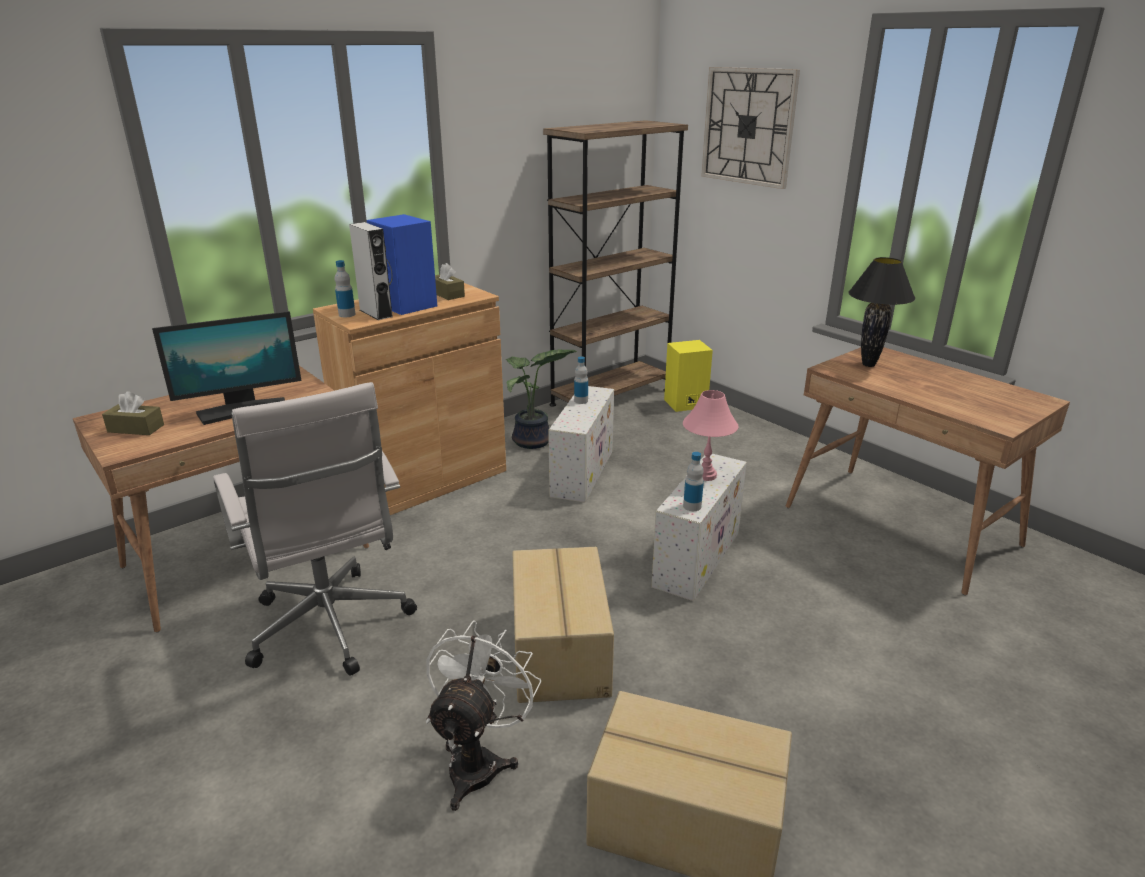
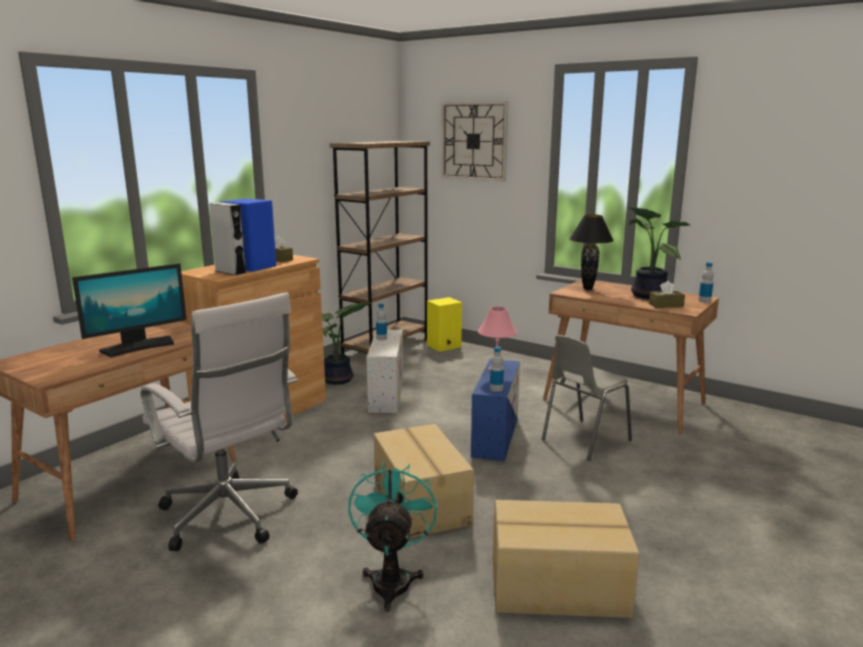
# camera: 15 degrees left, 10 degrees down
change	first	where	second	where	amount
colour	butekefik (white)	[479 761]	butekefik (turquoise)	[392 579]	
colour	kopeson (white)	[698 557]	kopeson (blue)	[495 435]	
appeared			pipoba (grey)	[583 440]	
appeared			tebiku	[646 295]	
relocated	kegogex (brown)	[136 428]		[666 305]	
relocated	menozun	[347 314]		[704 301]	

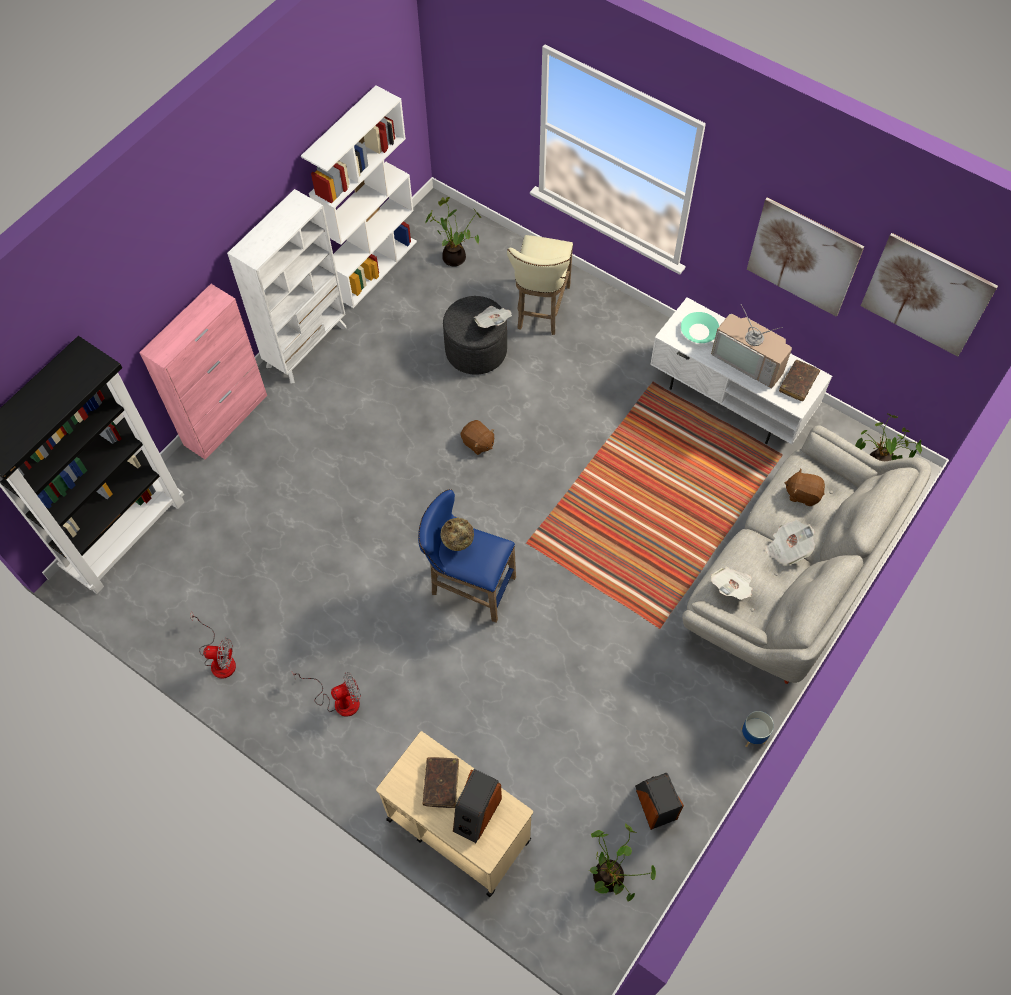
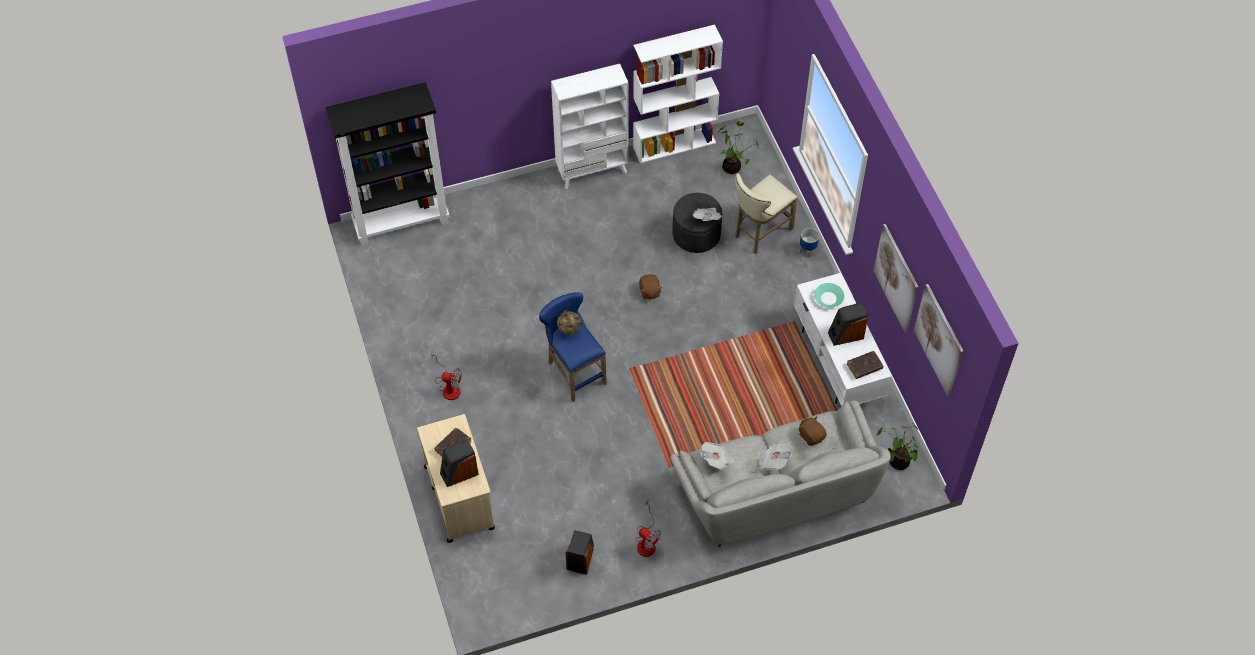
# camera: 35 degrees right, 5 degrees down
change	first	where	second	where	amount
relocated	butekefik	[219 659]		[646 541]	
relocated	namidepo	[753 736]		[807 250]	
exchanged	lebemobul	[750 360]	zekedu	[845 335]	
missing	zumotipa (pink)	[226 419]			
missing	tebiku	[611 876]			

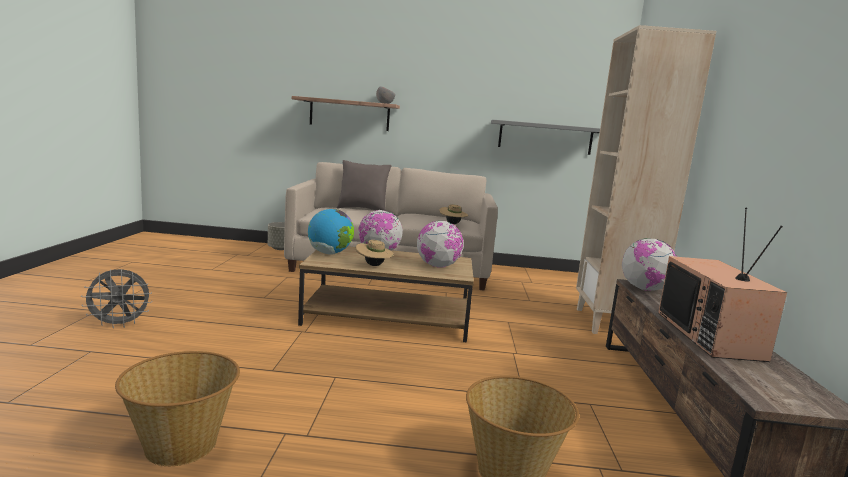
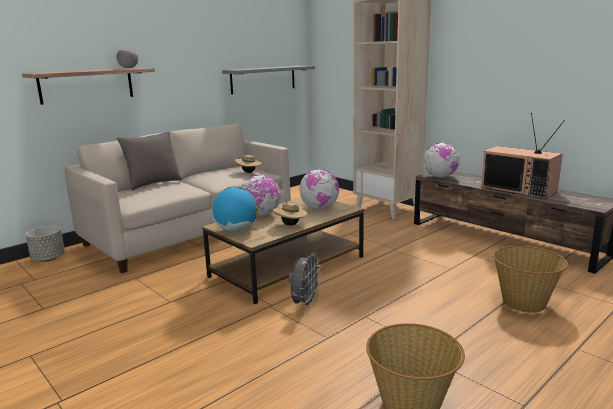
# camera: 45 degrees left, 5 degrees up
change	first	where	second	where	amount
relocated	butekefik (grey)	[120 324]		[305 304]	

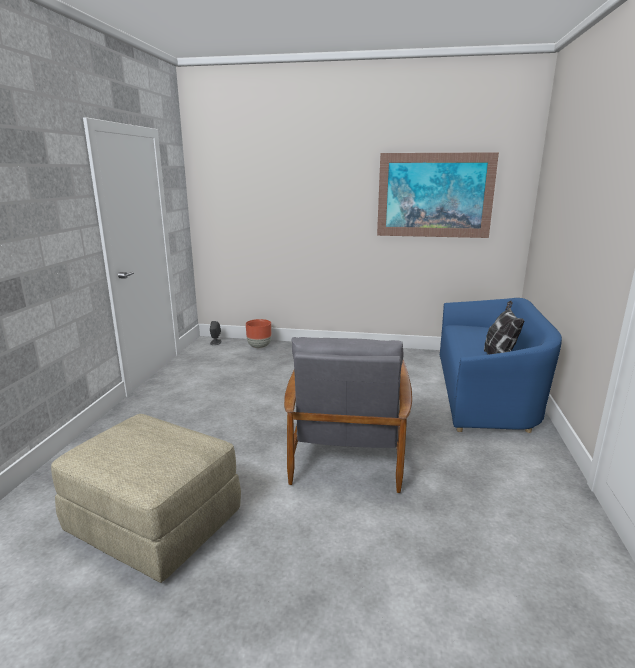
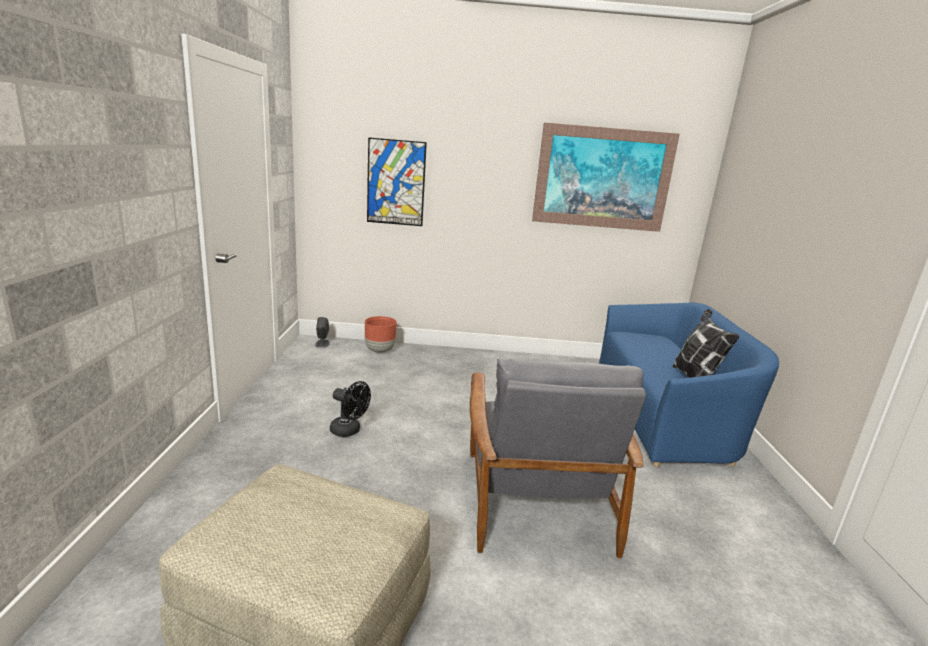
# camera: 10 degrees left, 0 degrees up
change	first	where	second	where	amount
appeared			butekefik (black)	[349 431]	
appeared			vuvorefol	[396 182]	

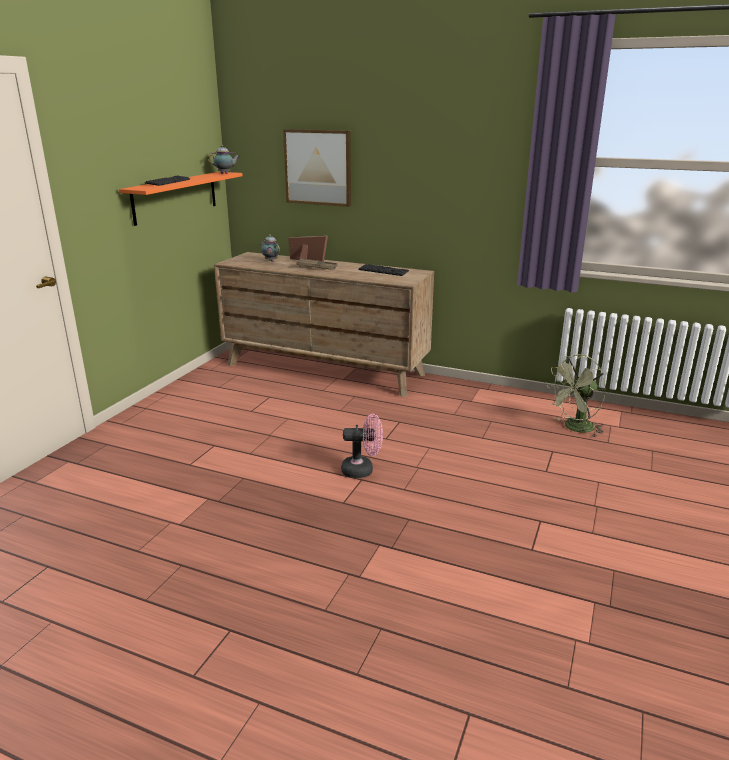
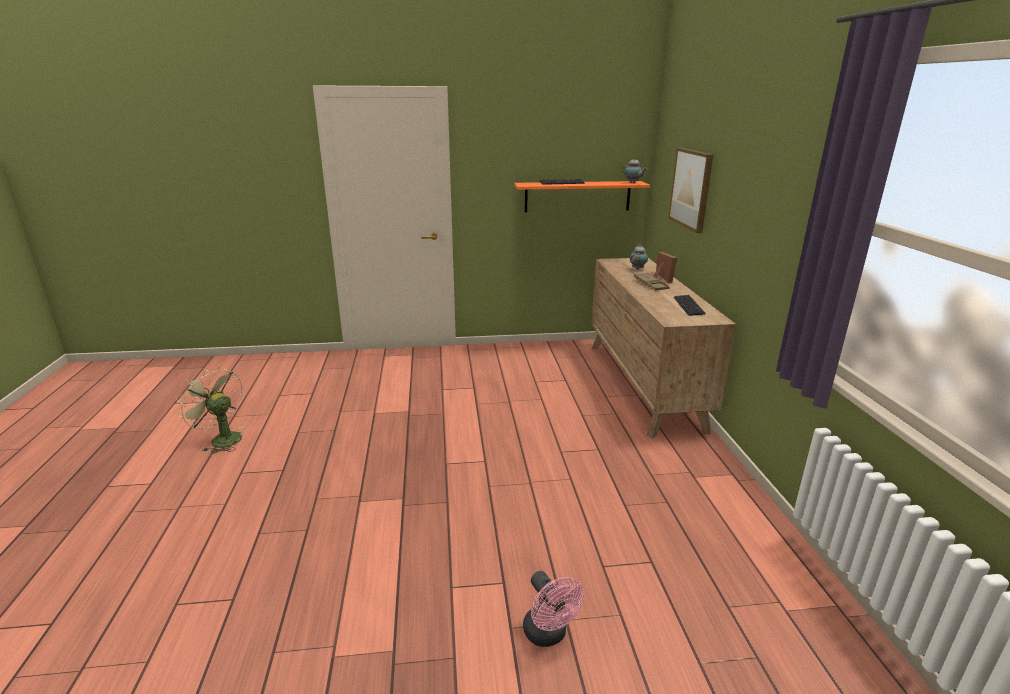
# camera: 60 degrees right, 0 degrees up
change	first	where	second	where	amount
relocated	butekefik (green)	[575 428]		[221 439]	
relocated	butekefik (pink)	[363 470]		[548 635]	

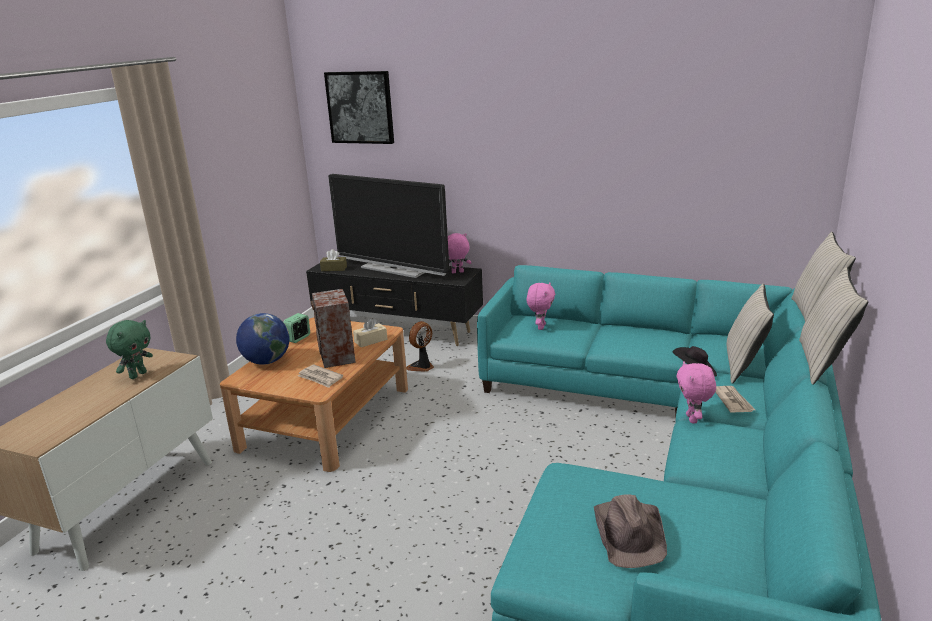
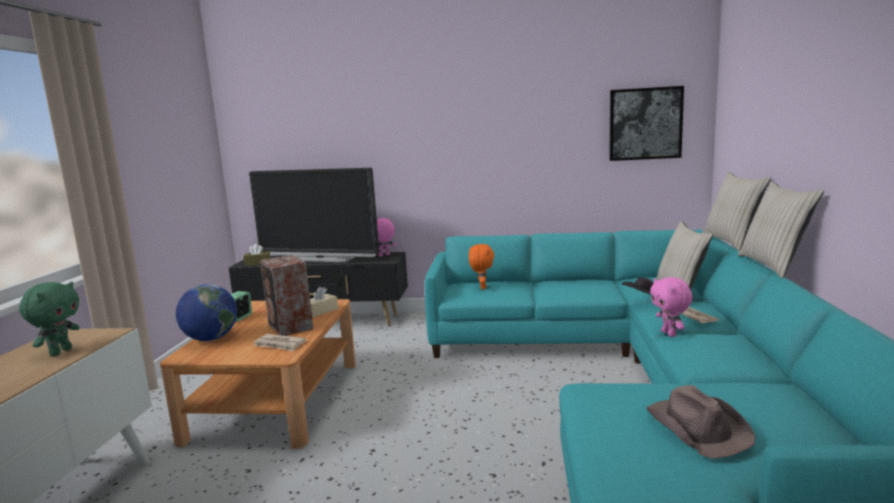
# camera: 15 degrees left, 10 degrees down
change	first	where	second	where	amount
colour	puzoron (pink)	[540 327]	puzoron (orange)	[482 287]	
relocated	vuvorefol	[360 107]		[645 124]	
missing	butekefik	[422 367]			

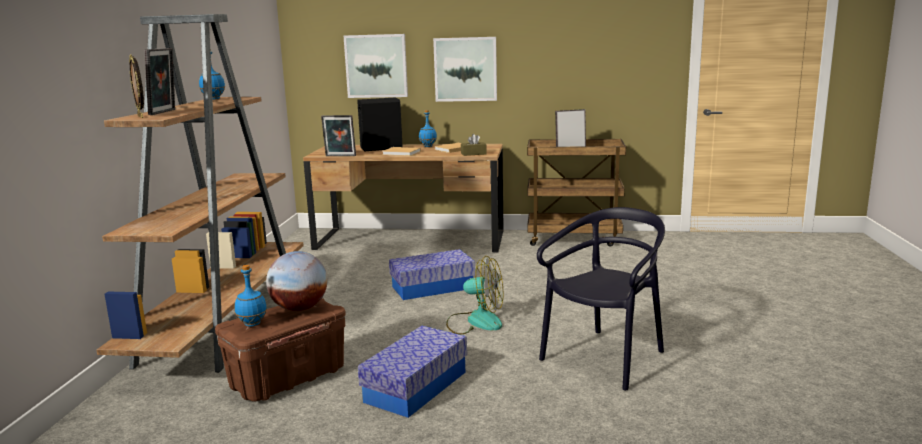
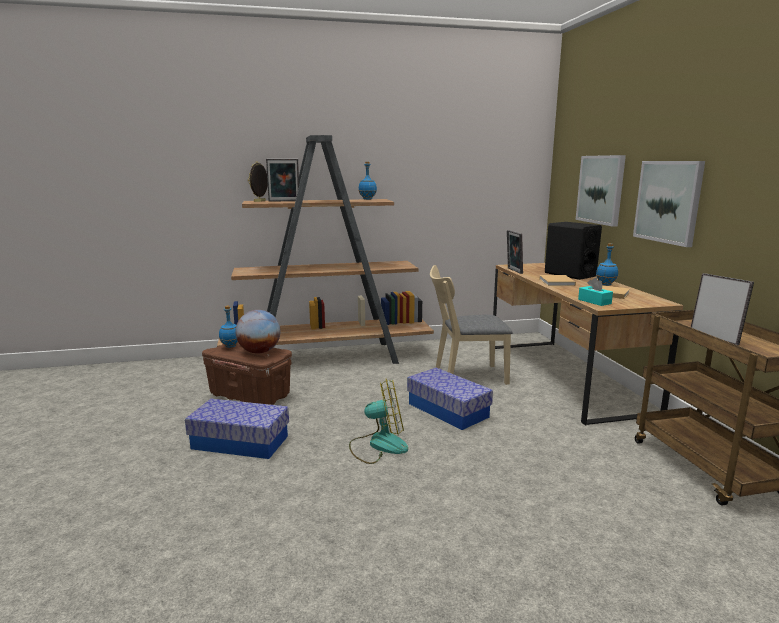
# camera: 70 degrees right, 0 degrees up
change	first	where	second	where	amount
spun	butekefik	[475 321]		[378 445]	90 degrees counterclockwise
appeared			pipoba (beige)	[464 376]	
colour	kegogex (brown)	[473 154]	kegogex (turquoise)	[594 301]	
missing	pipoba (black)	[605 358]			

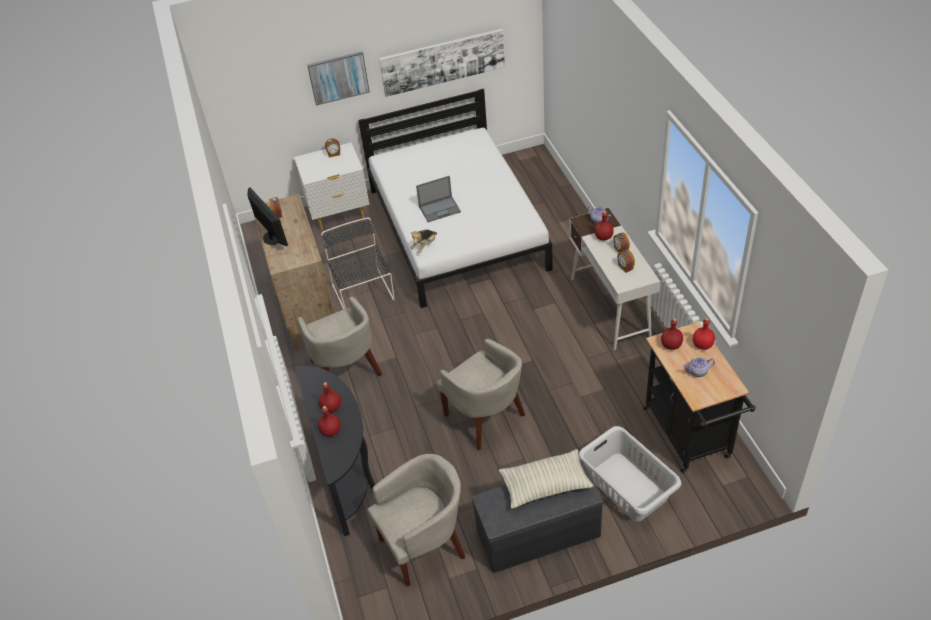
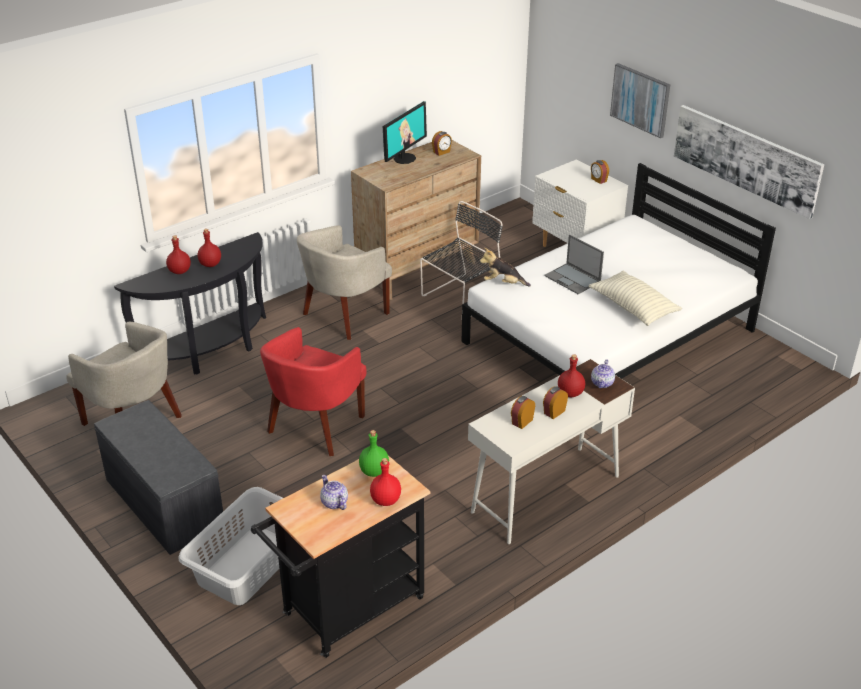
# camera: 65 degrees right, 10 degrees down
change	first	where	second	where	amount
colour	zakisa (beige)	[486 418]	zakisa (red)	[315 427]	
colour	menozun (red)	[671 345]	menozun (green)	[374 472]	
relocated	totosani	[545 485]		[633 308]	

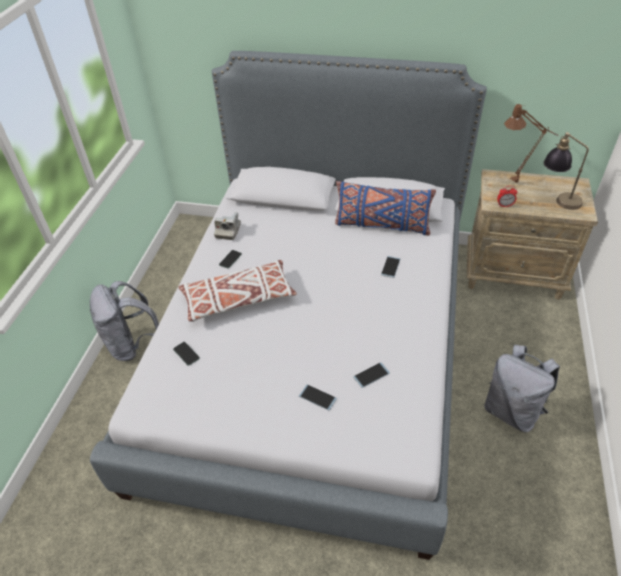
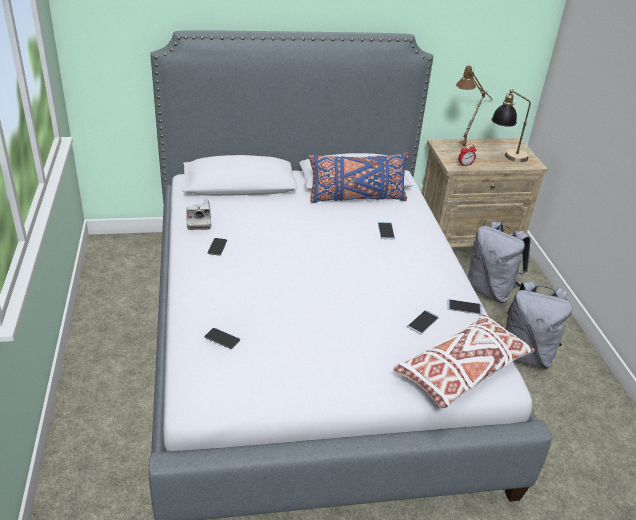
# camera: 25 degrees left, 10 degrees down
change	first	where	second	where	amount
relocated	totosani (white)	[238 299]		[461 371]	
relocated	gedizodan	[317 397]		[464 307]	
relocated	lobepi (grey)	[132 344]		[490 291]	

